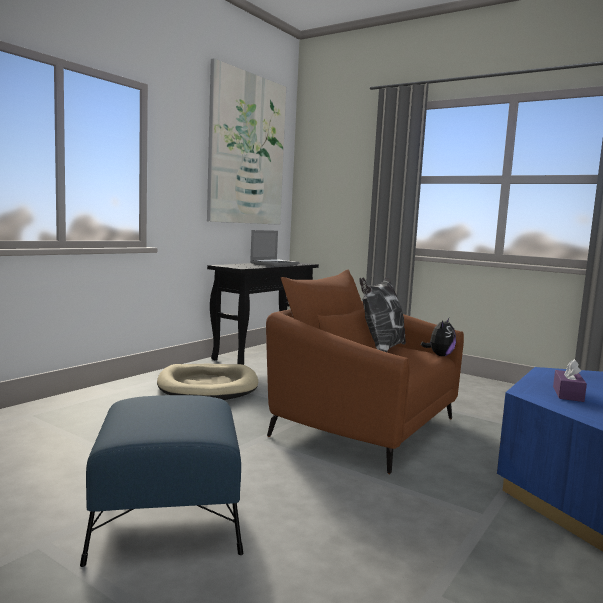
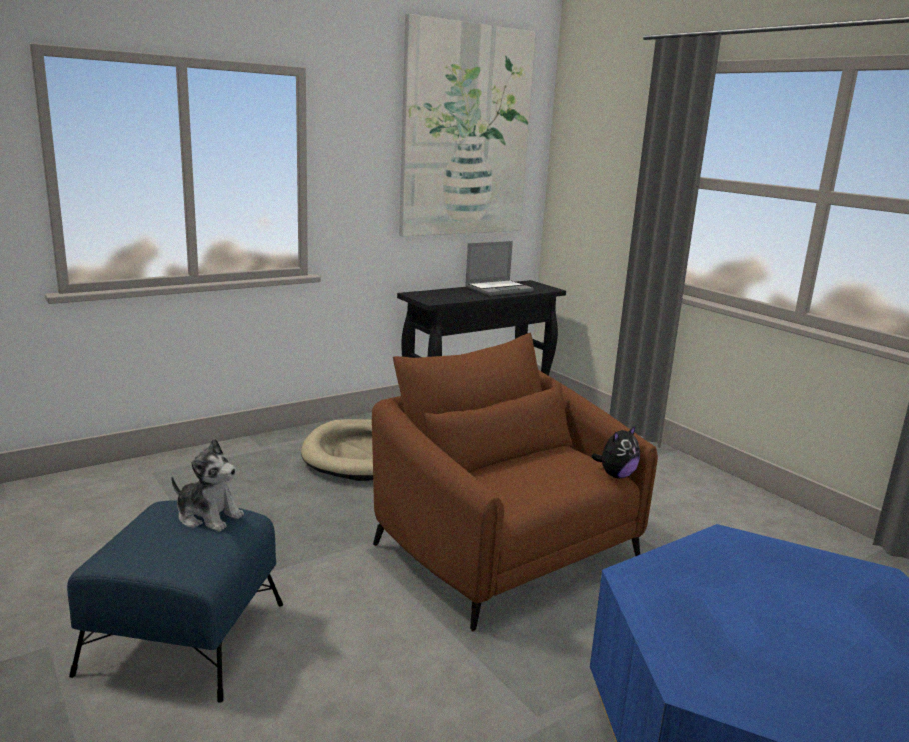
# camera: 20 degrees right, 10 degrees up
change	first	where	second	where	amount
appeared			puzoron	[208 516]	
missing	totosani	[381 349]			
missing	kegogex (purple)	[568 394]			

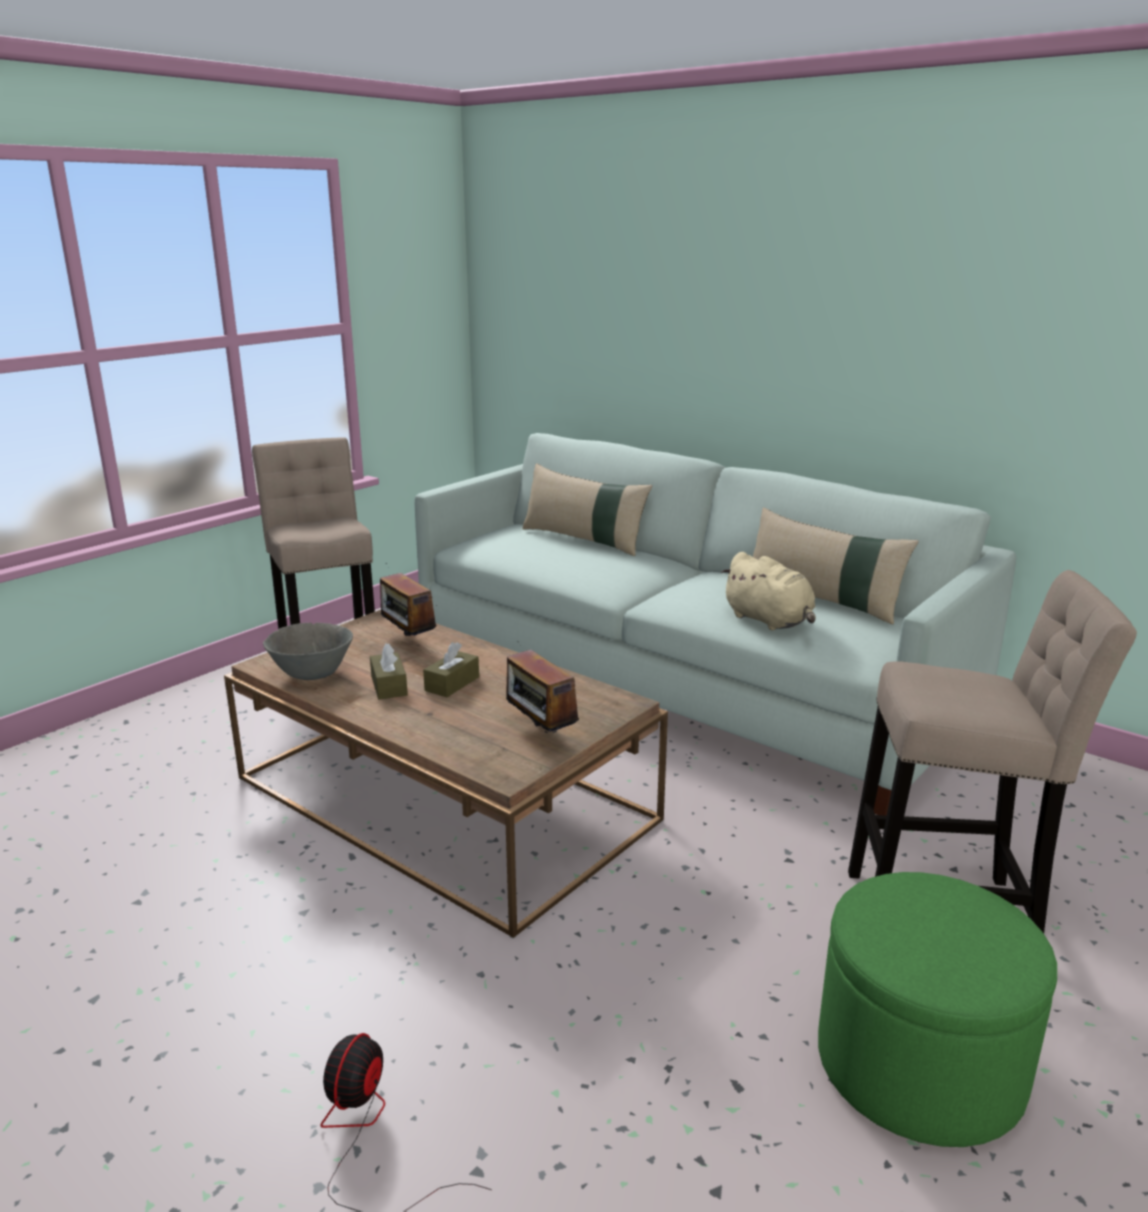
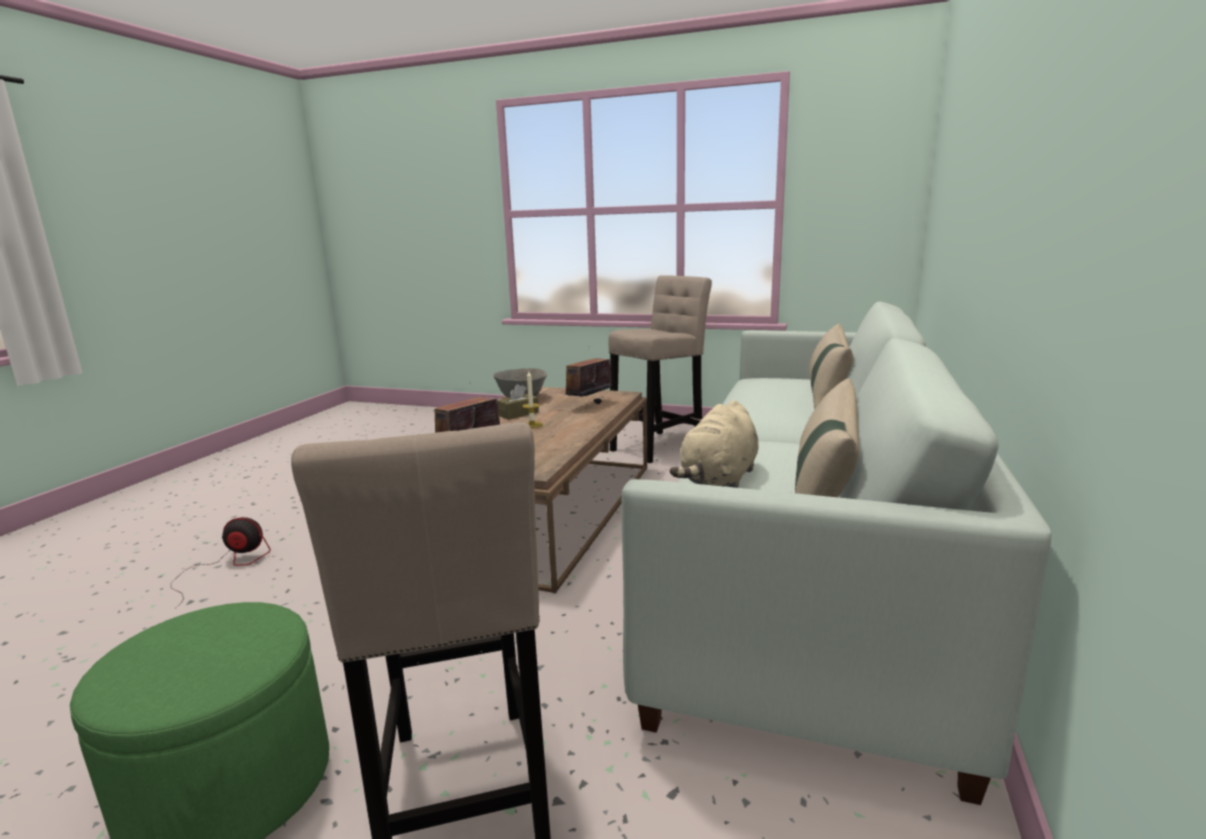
# camera: 70 degrees right, 5 degrees down
change	first	where	second	where	amount
exchanged	kegogex (brown)	[452 684]	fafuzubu	[532 425]	

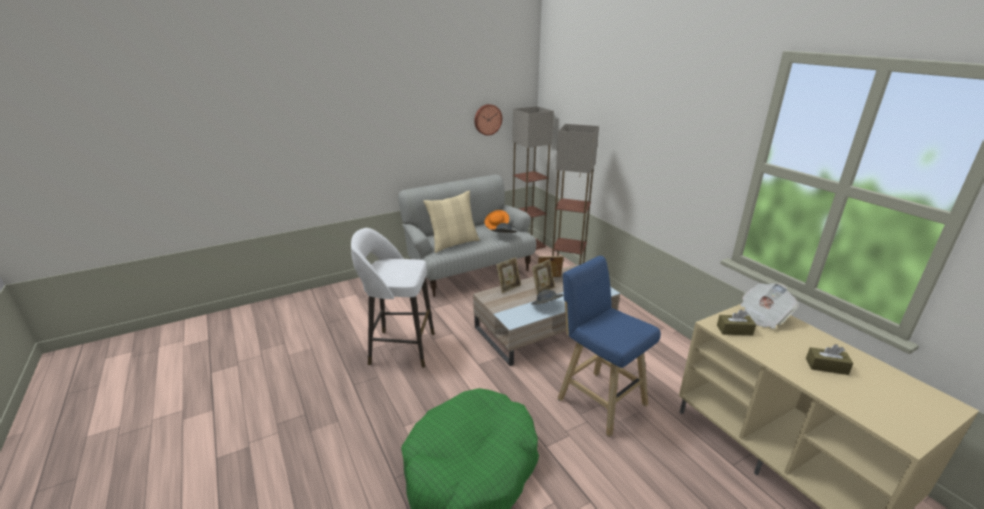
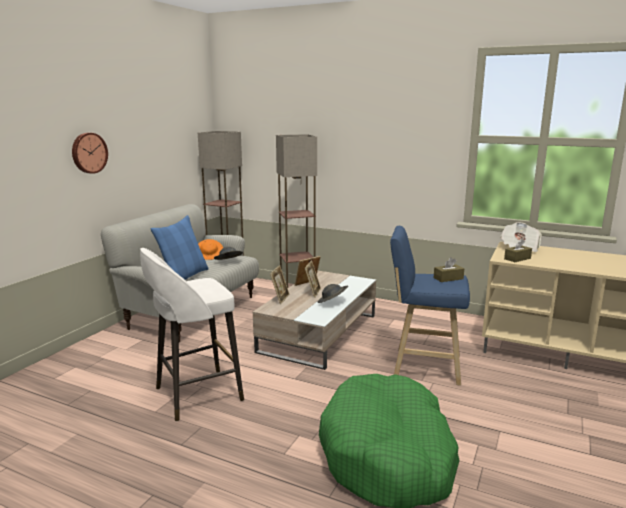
# camera: 35 degrees left, 10 degrees down
change	first	where	second	where	amount
relocated	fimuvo	[487 119]		[88 153]	
colour	totosani (beige)	[453 243]	totosani (blue)	[184 277]	
relocated	kegogex (brown)	[826 366]		[448 278]	

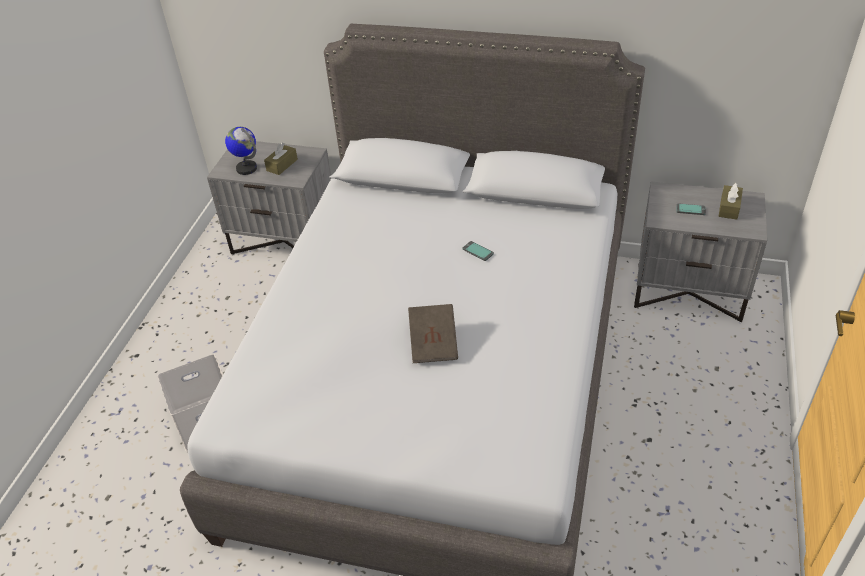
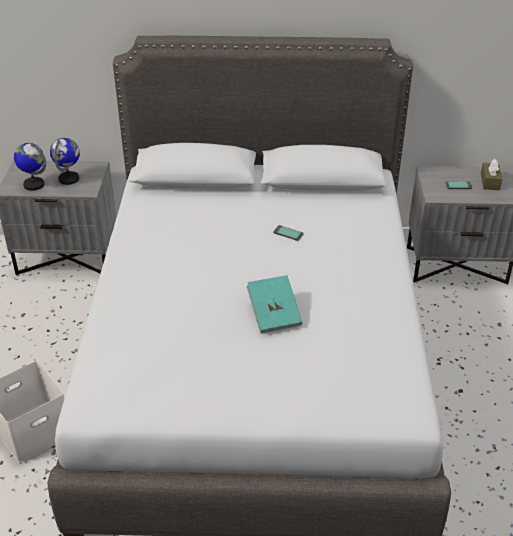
# camera: 15 degrees left, 5 degrees down
change	first	where	second	where	amount
exchanged	kegogex (brown)	[282 165]	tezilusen	[69 179]	
colour	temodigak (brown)	[433 344]	temodigak (turquoise)	[274 314]	

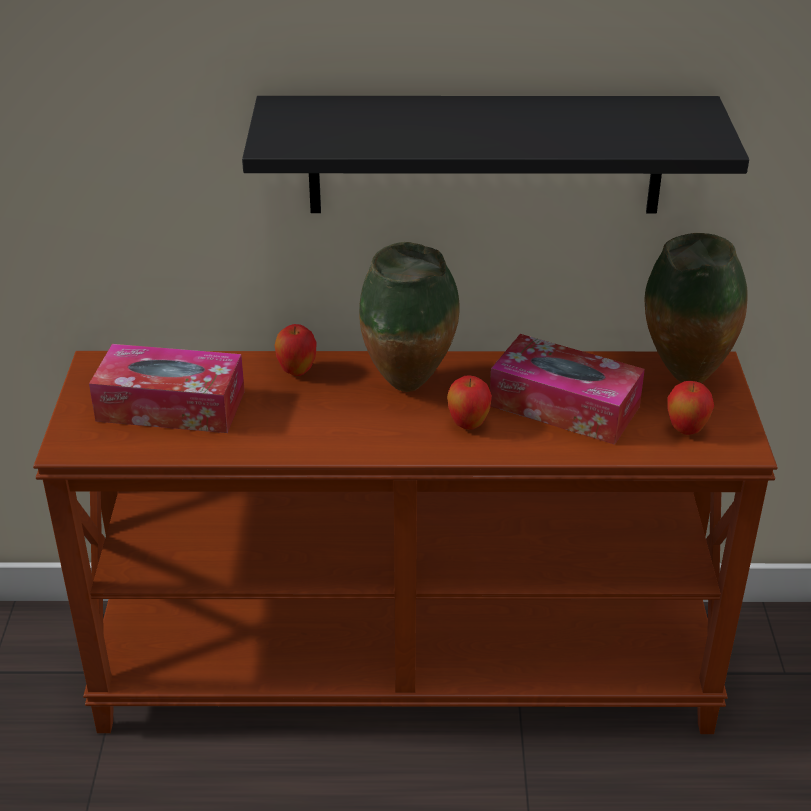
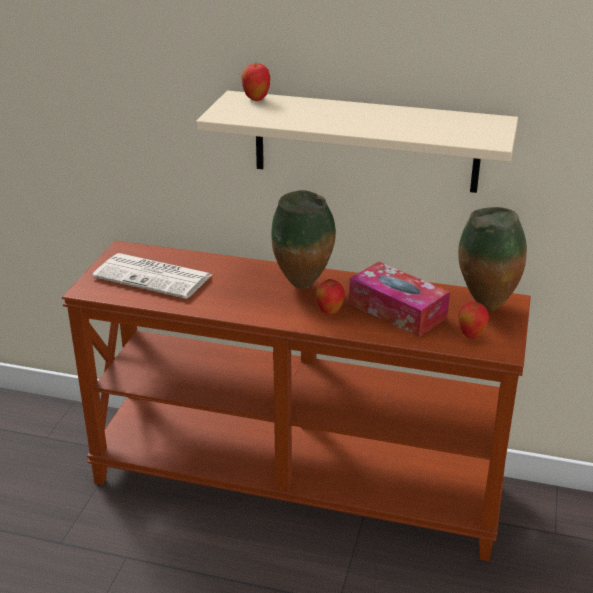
# camera: 15 degrees right, 5 degrees down
change	first	where	second	where	amount
exchanged	kegogex	[171 406]	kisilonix	[154 277]	
colour	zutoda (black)	[485 155]	zutoda (beige)	[365 142]	
relocated	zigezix	[297 371]		[256 99]	

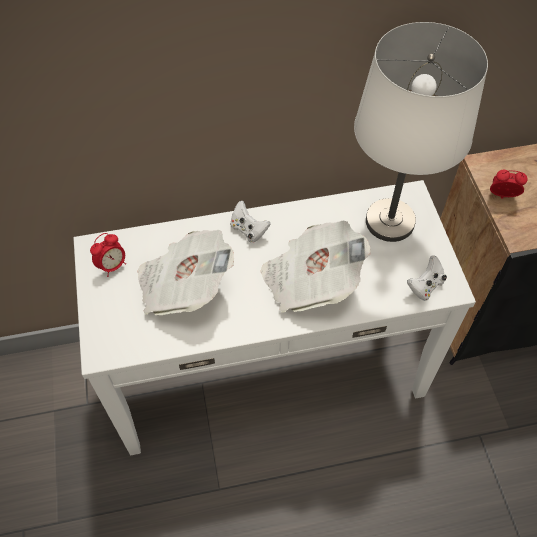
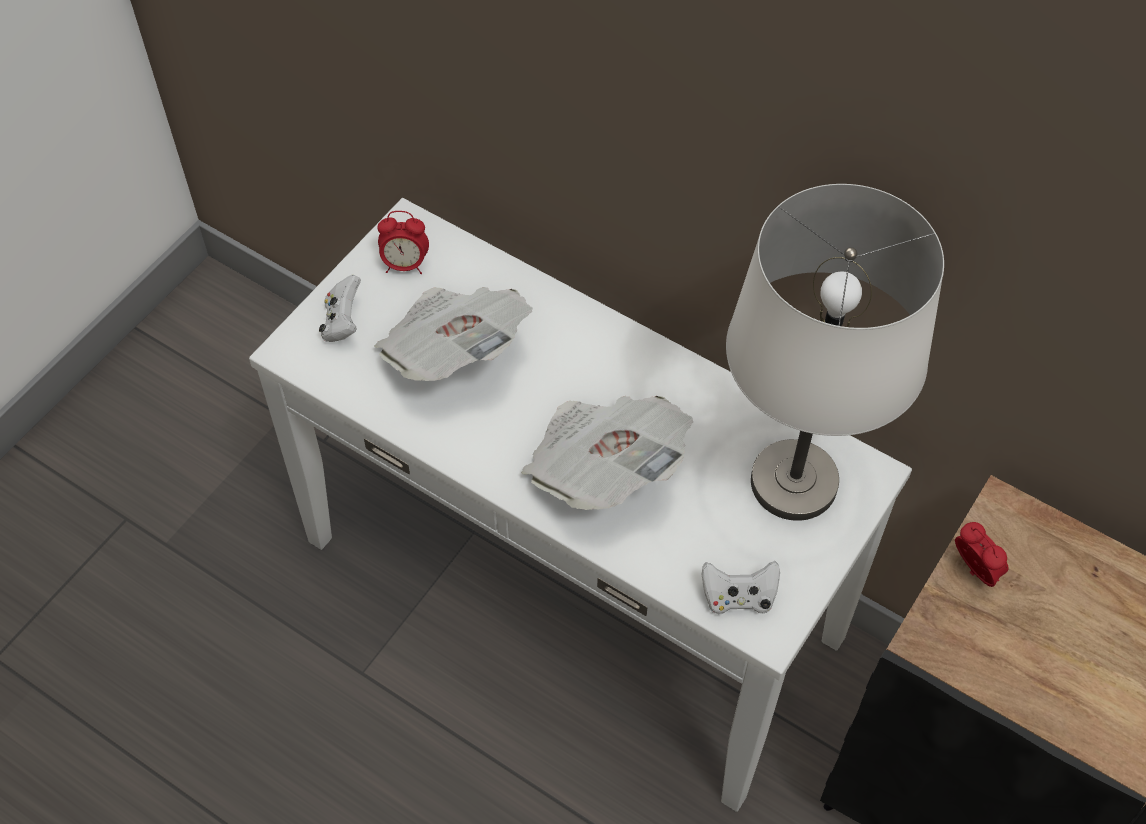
# camera: 45 degrees right, 0 degrees up
change	first	where	second	where	amount
relocated	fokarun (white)	[248 230]		[342 323]	

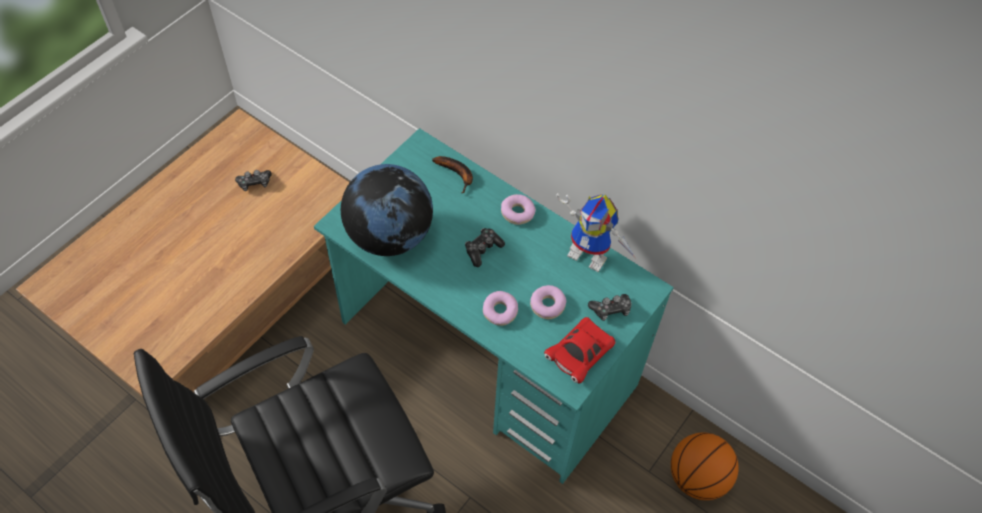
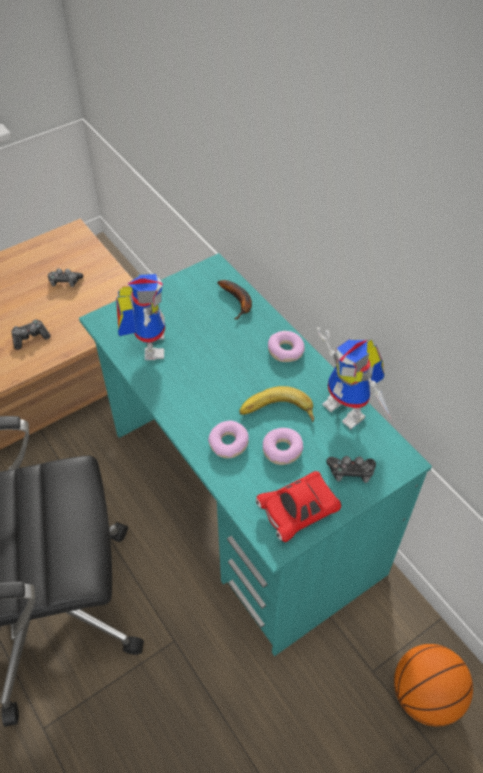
# camera: 20 degrees right, 5 degrees down
change	first	where	second	where	amount
relocated	fokarun	[482 249]		[30 337]	
exchanged	tezilusen	[390 236]	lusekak	[147 343]	
appeared			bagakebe	[277 413]	

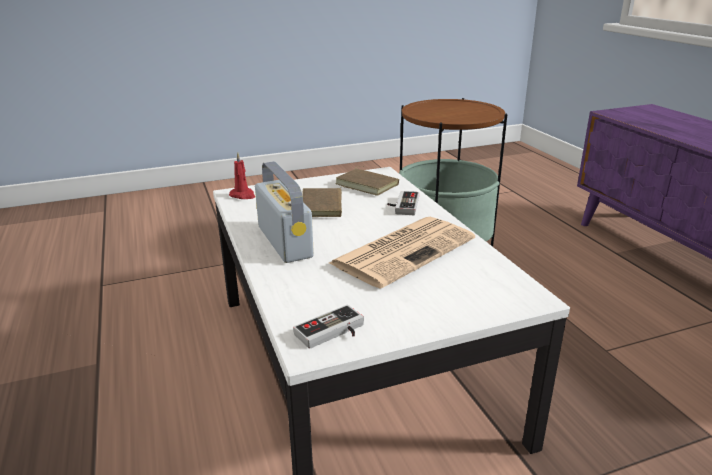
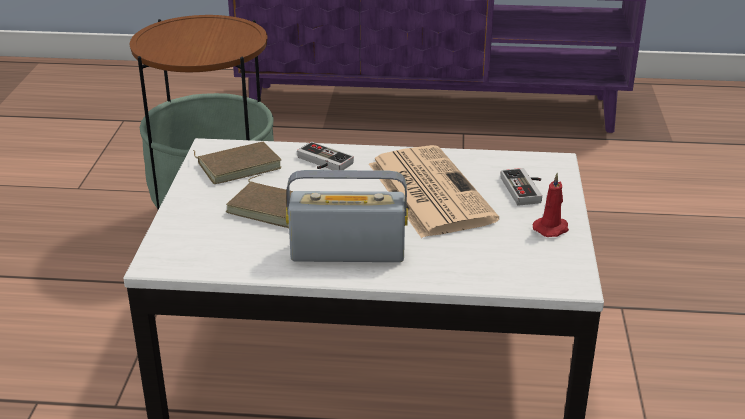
# camera: 65 degrees left, 5 degrees up
change	first	where	second	where	amount
relocated	fokarun	[333 333]		[526 189]	
relocated	fafuzubu (red)	[243 195]		[552 228]	

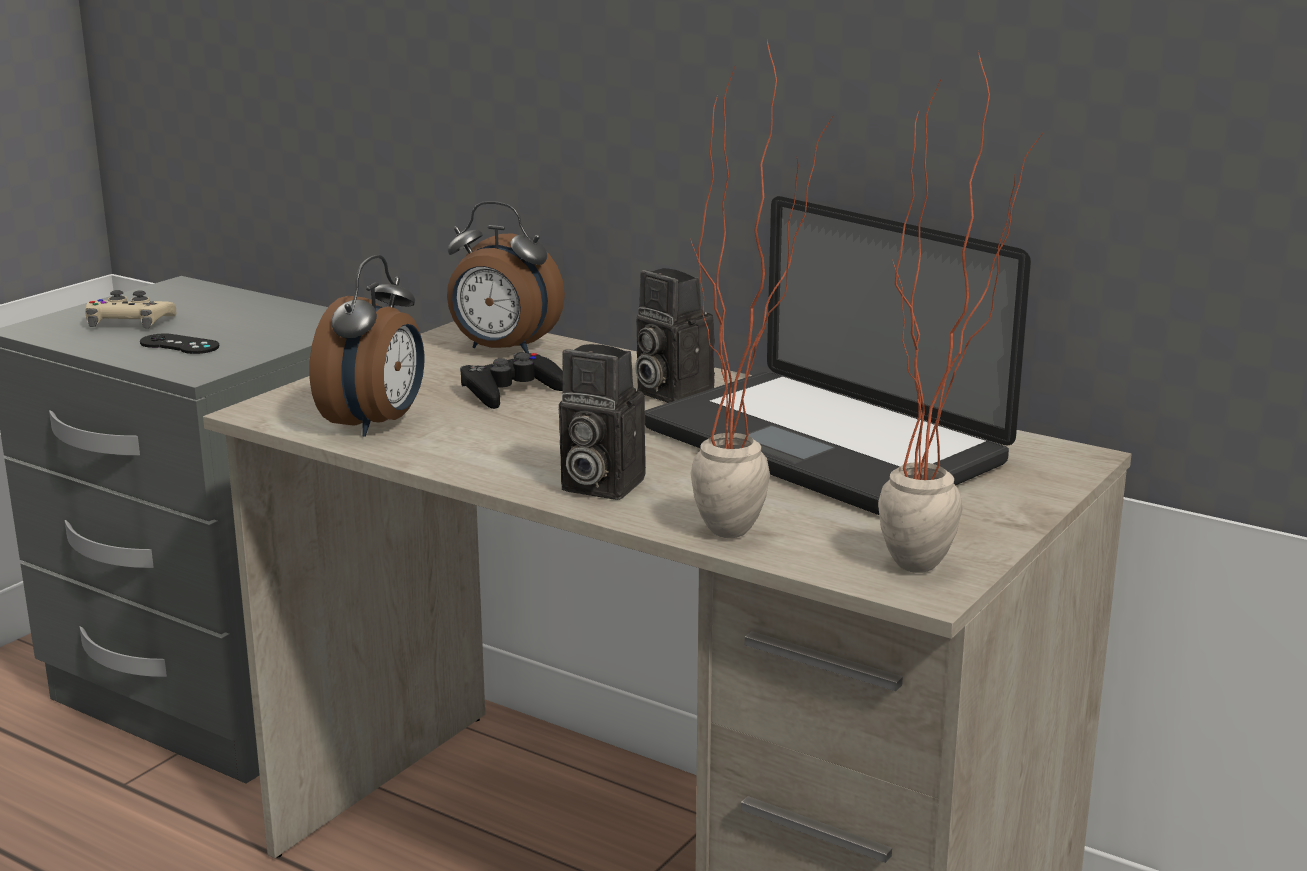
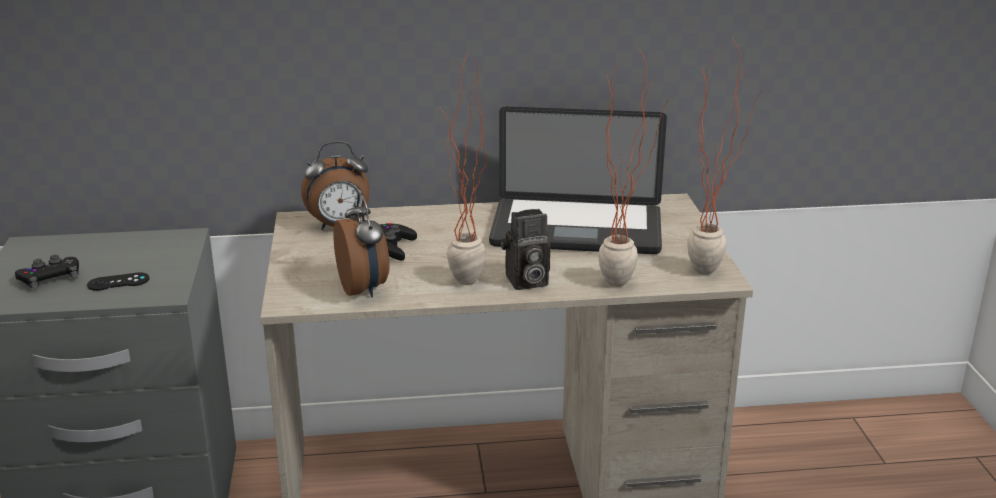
# camera: 40 degrees left, 5 degrees up
change	first	where	second	where	amount
colour	fokarun (beige)	[130 322]	fokarun (black)	[50 278]	
appeared			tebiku	[465 287]	
missing	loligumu	[668 392]			

